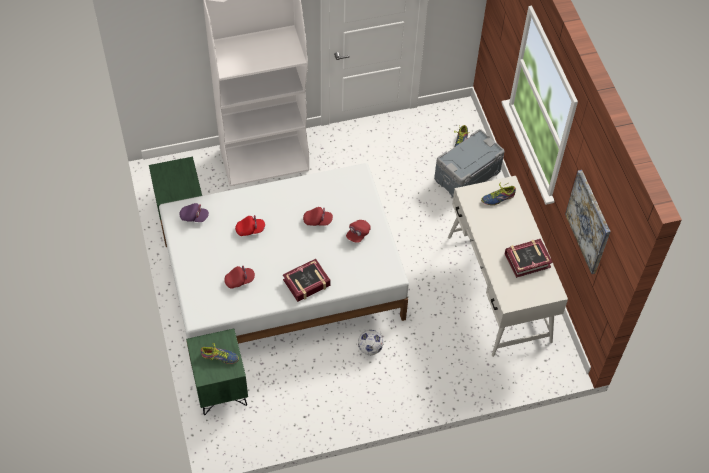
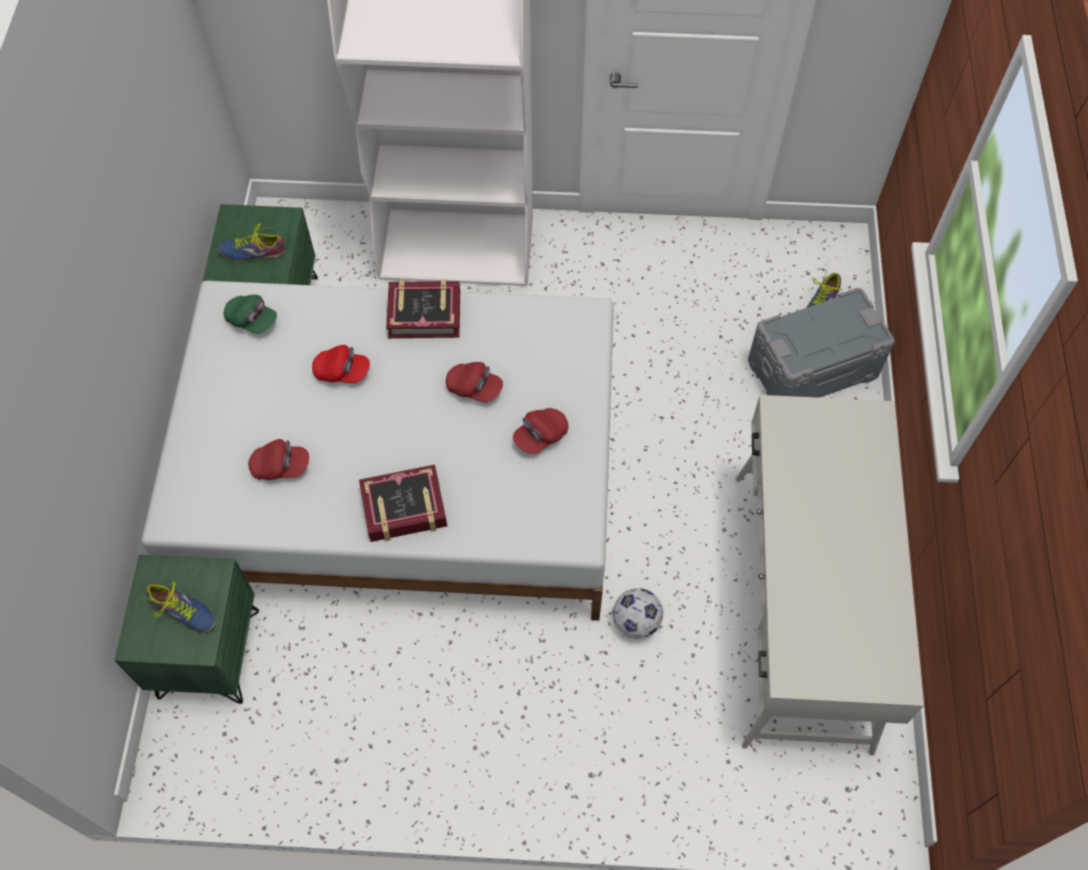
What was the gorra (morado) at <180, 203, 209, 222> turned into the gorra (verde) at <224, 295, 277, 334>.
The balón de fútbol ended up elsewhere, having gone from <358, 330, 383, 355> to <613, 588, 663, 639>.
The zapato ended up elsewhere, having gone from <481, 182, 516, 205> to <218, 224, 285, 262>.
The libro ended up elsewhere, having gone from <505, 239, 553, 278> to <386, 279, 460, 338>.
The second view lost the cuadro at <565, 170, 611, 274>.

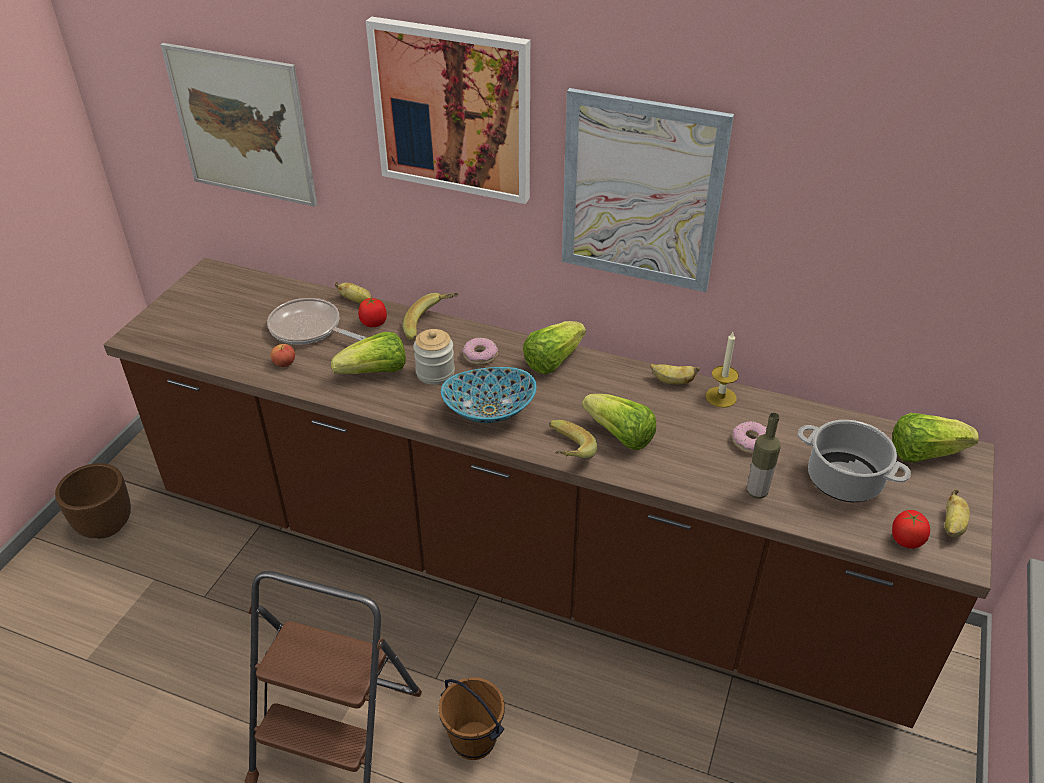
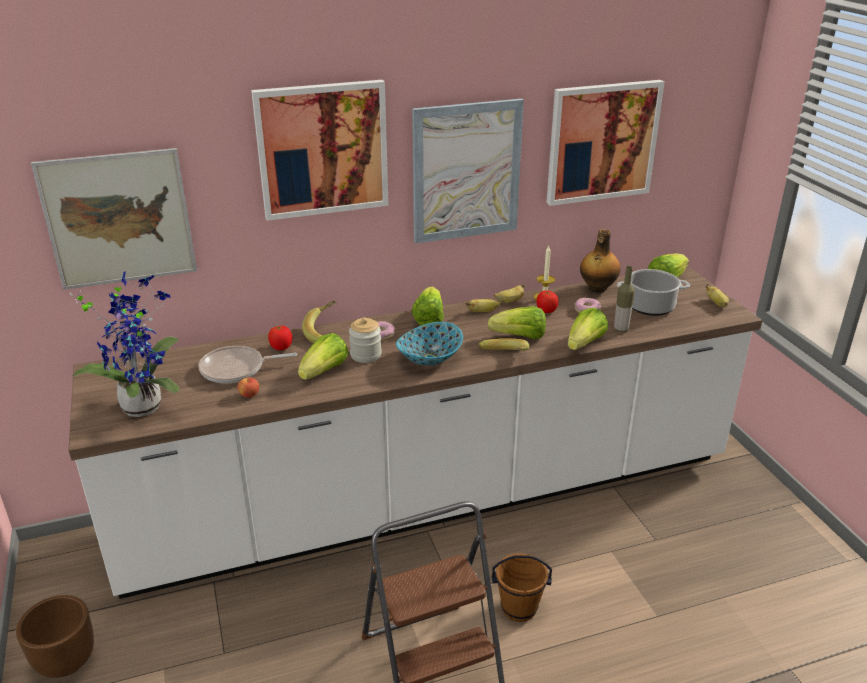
What was the mueble bajo de cocina (marrón) at <104, 258, 995, 728> turned into the mueble bajo de cocina (blanco) at <68, 266, 762, 599>.
The plátano ended up elsewhere, having gone from <335, 282, 371, 304> to <466, 299, 501, 312>.
The tomate ended up elsewhere, having gone from <892, 510, 930, 548> to <536, 290, 558, 313>.
The second view gained the planta en maceta at <70, 271, 180, 417>.
The second view gained the cuadro at <546, 80, 665, 206>.
The second view gained the lechuga at <568, 307, 608, 350>.
The second view gained the botella at <580, 229, 620, 293>.

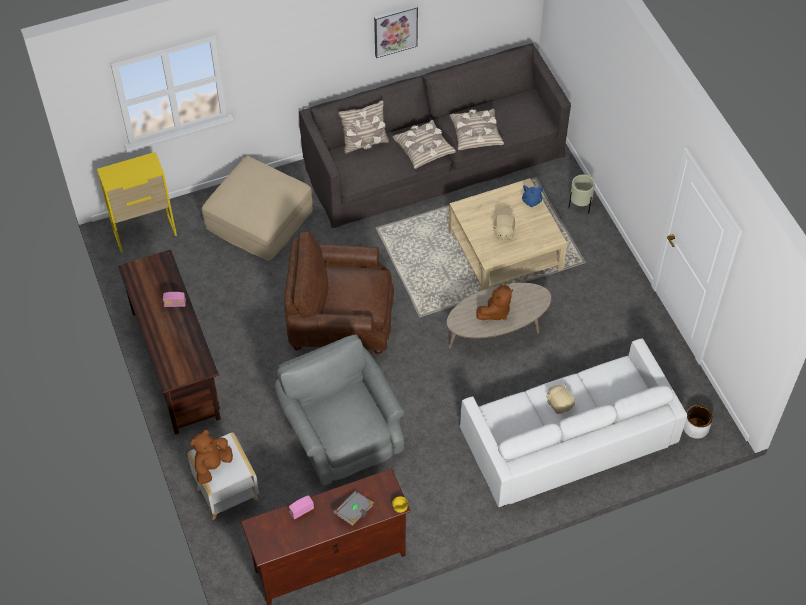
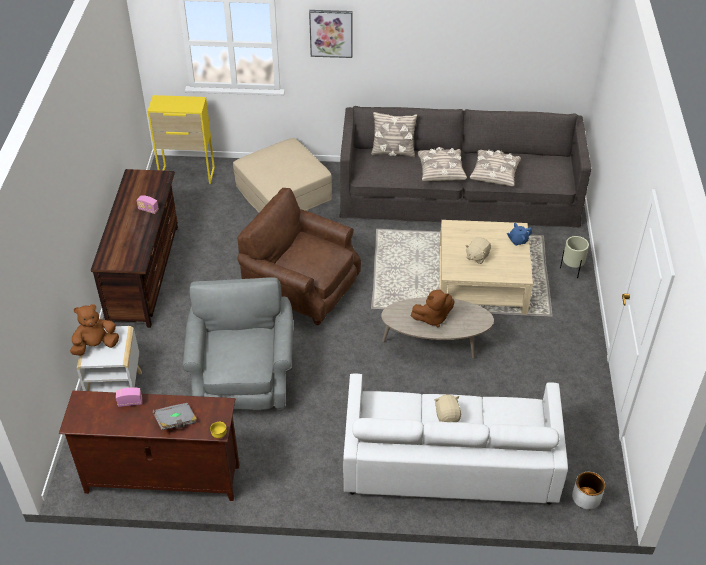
The cuadro ended up elsewhere, having gone from <374, 5, 418, 58> to <309, 10, 352, 58>.

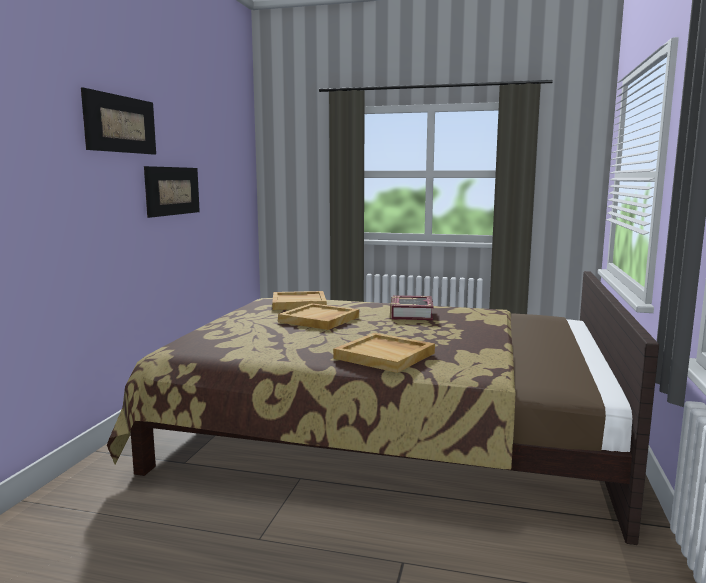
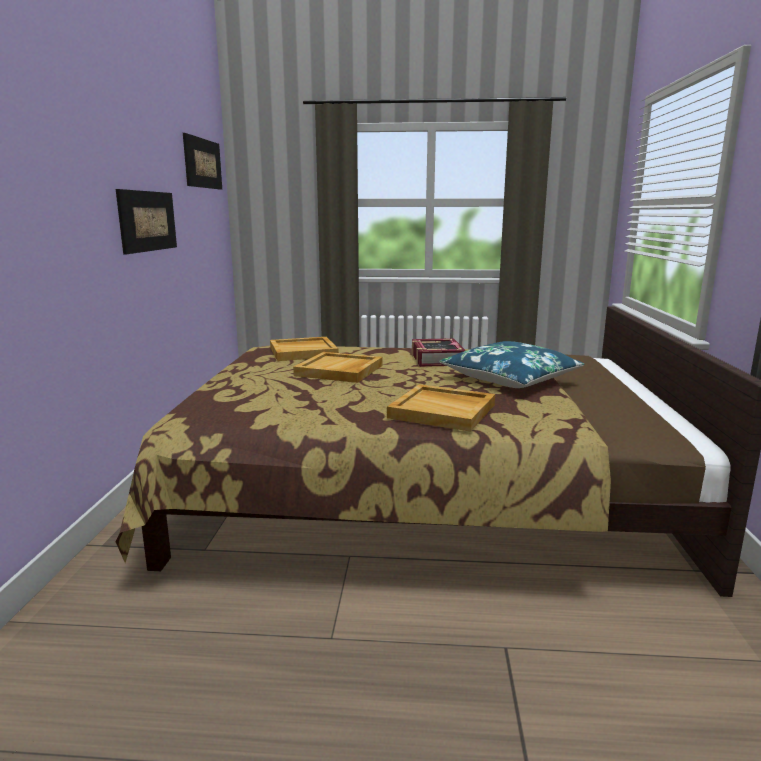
The cuadro ended up elsewhere, having gone from <81, 87, 156, 155> to <183, 133, 222, 190>.
The second view gained the cojín (azul) at <439, 341, 585, 388>.

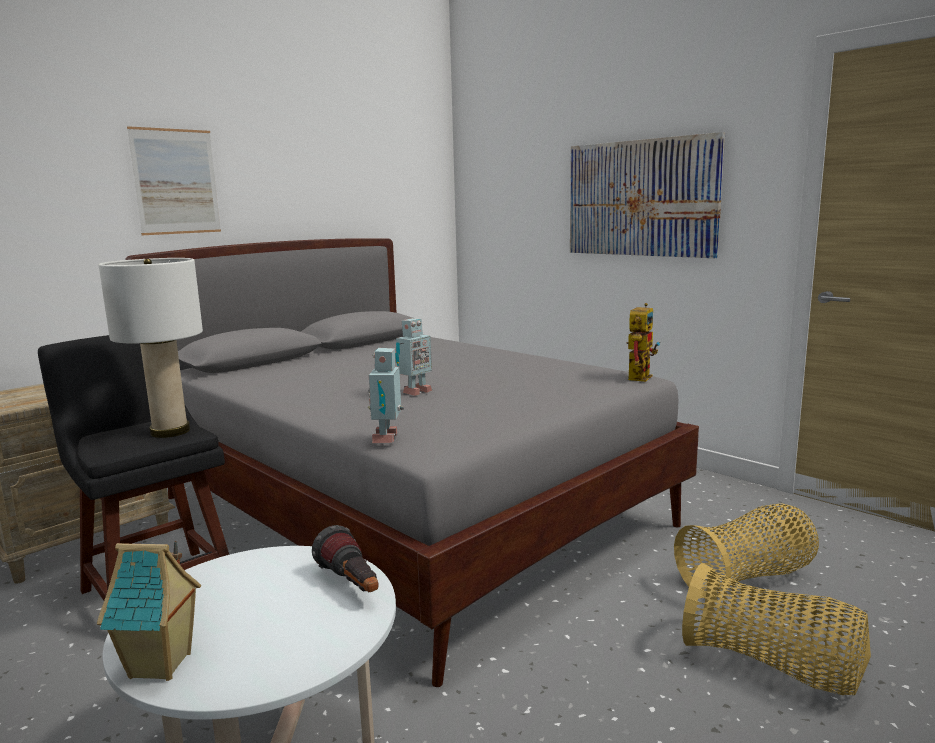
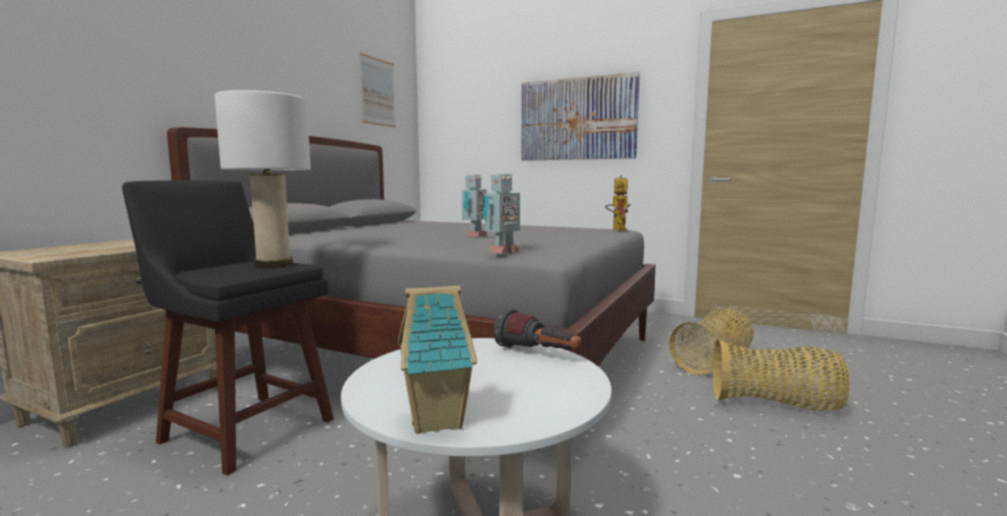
The cuadro ended up elsewhere, having gone from <127, 126, 221, 235> to <359, 53, 396, 127>.
The robot de juguete at <368, 348, 404, 443> ended up facing another way, 120 degrees counterclockwise from before.

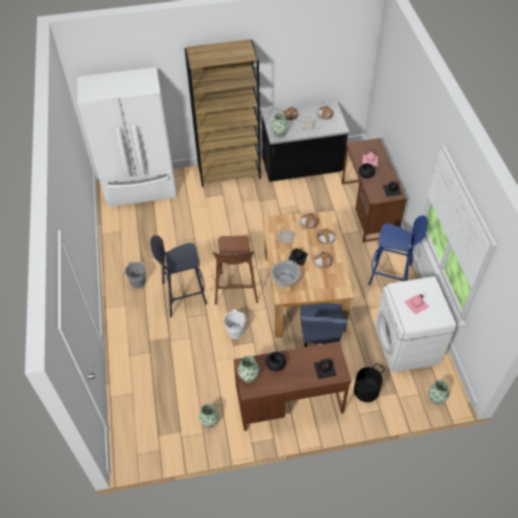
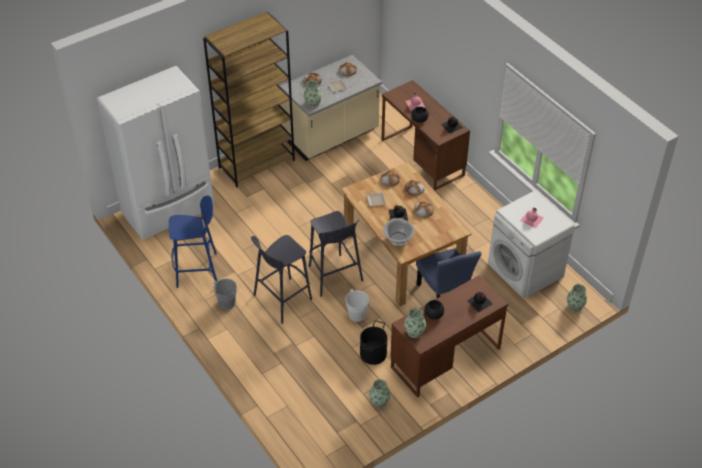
What was the taburete (marrón) at <213, 235, 258, 305> turned into the taburete (gris) at <309, 211, 363, 297>.
What was the mueble bajo de cocina (negro) at <261, 101, 349, 182> turned into the mueble bajo de cocina (beis) at <280, 55, 382, 161>.
The cubo (negro) ended up elsewhere, having gone from <354, 363, 385, 402> to <360, 320, 387, 365>.
The taburete (azul) ended up elsewhere, having gone from <369, 216, 428, 285> to <169, 196, 217, 288>.

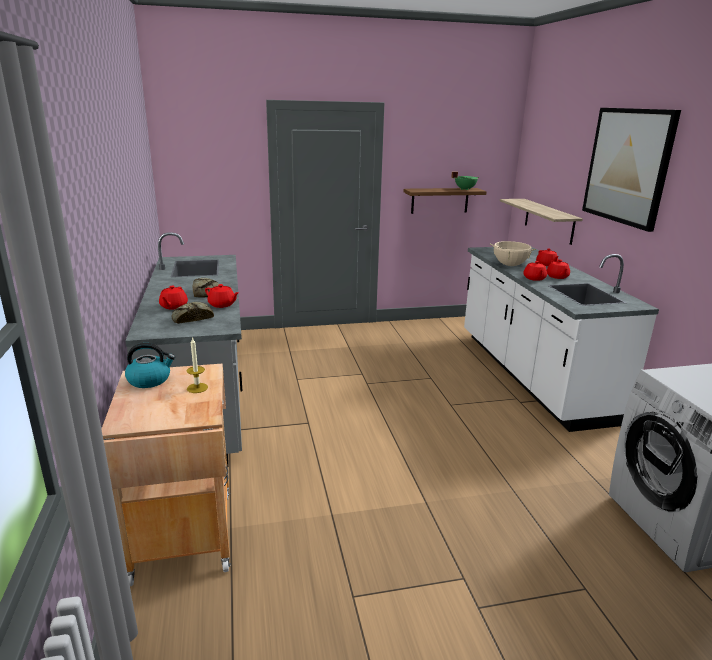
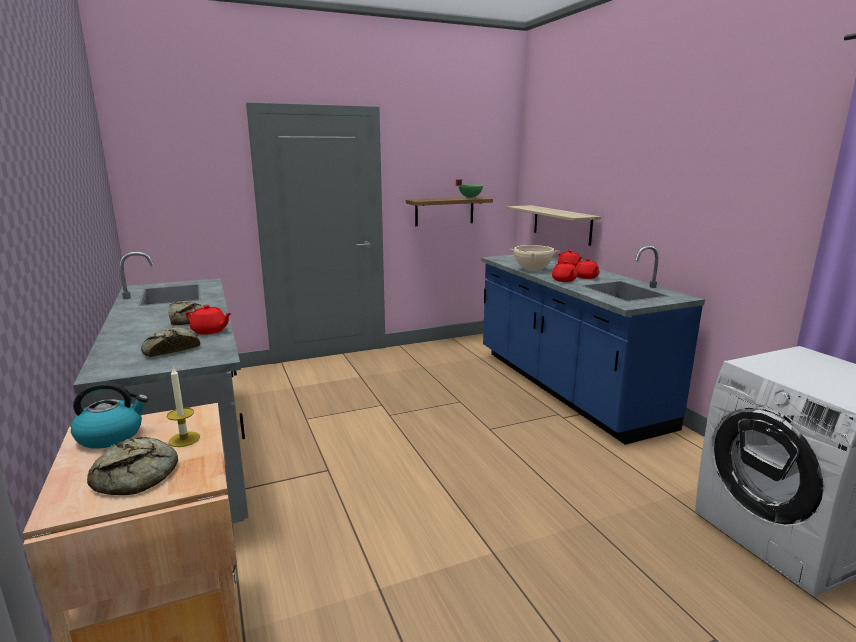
The second view lost the tetera (rojo) at <159, 286, 188, 309>.
What was the mueble bajo de cocina (blanco) at <464, 247, 659, 432> turned into the mueble bajo de cocina (azul) at <481, 246, 705, 445>.
The second view lost the cuadro at <582, 108, 681, 232>.
The second view gained the pan at <87, 437, 178, 495>.

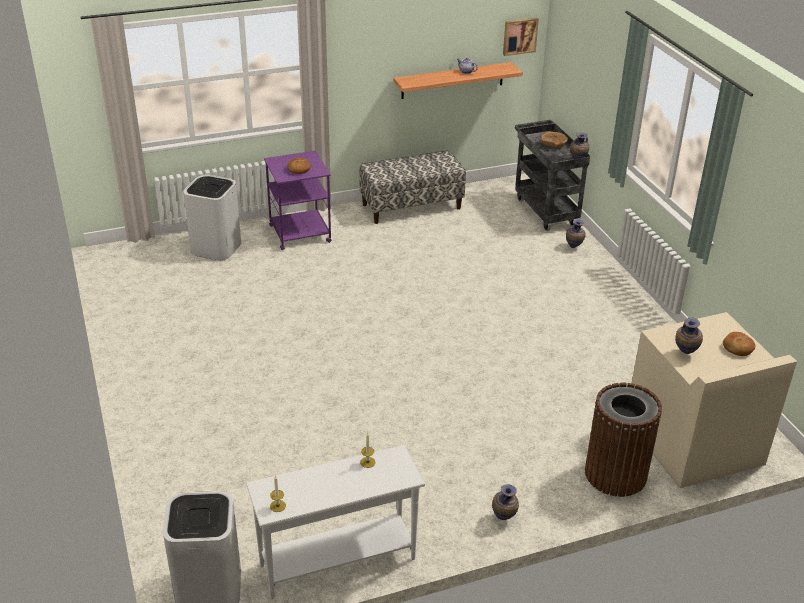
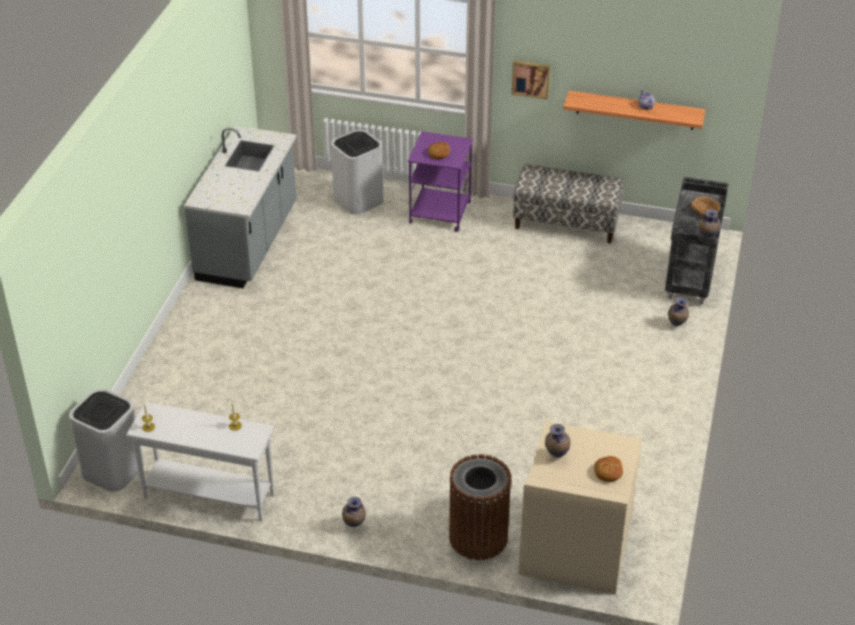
The cuadro ended up elsewhere, having gone from <503, 18, 539, 56> to <512, 60, 550, 100>.
The second view gained the mueble bajo de cocina (gris) at <184, 126, 296, 288>.

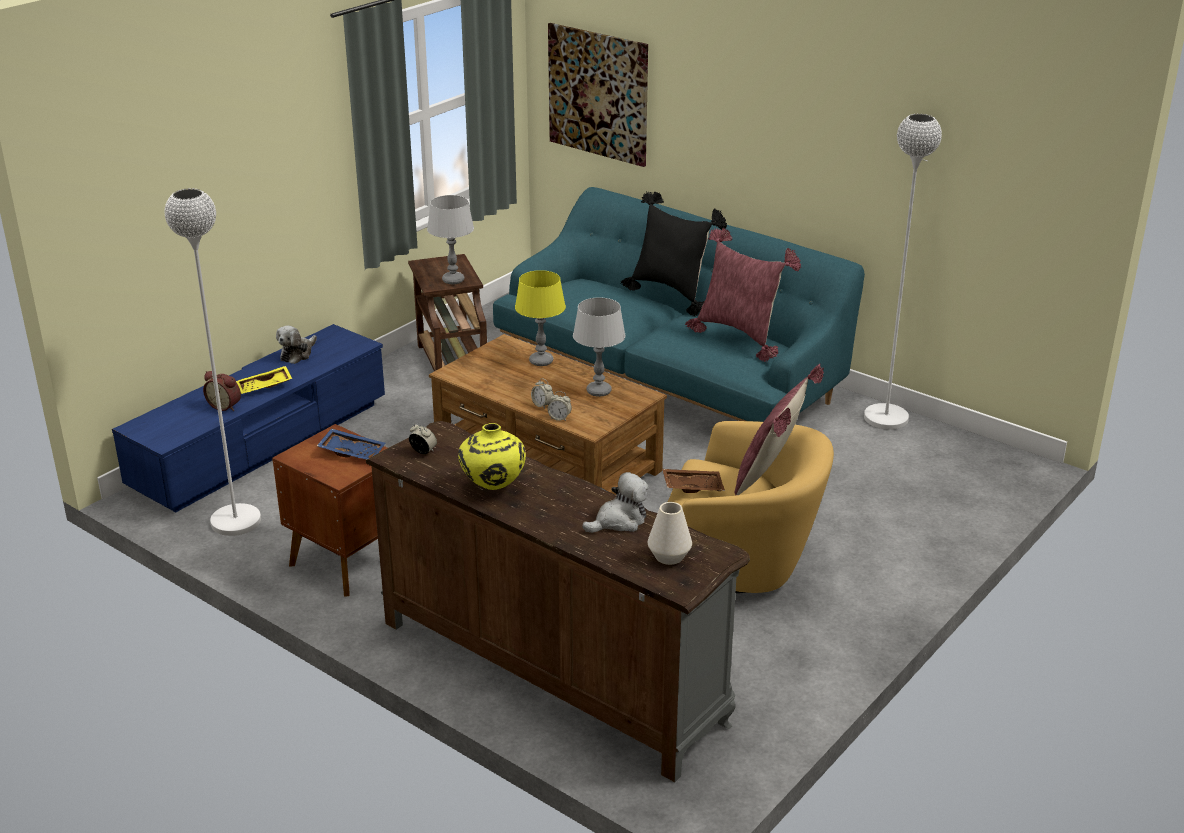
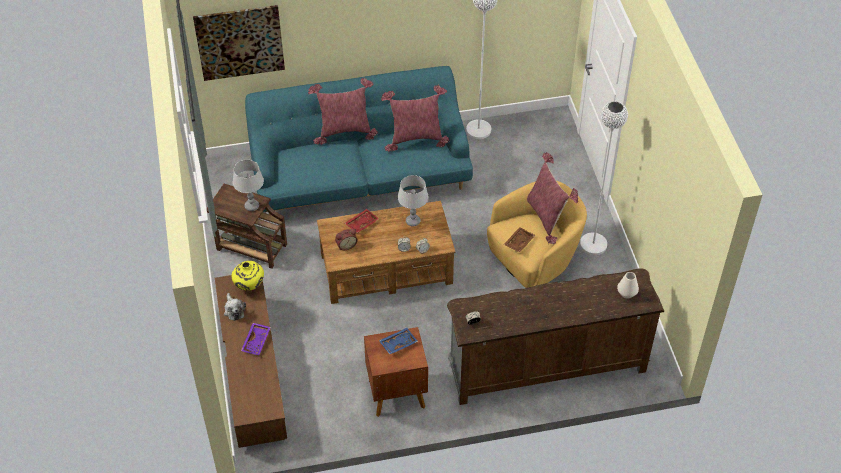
What was the mueble de televisión (azul) at <112, 324, 385, 512> turned into the mueble de televisión (marrón) at <215, 275, 287, 448>.
The lámpara de pie (blanco) ended up elsewhere, having gone from <164, 188, 261, 536> to <580, 101, 628, 255>.
The despertador ended up elsewhere, having gone from <203, 371, 241, 411> to <335, 228, 358, 250>.
What was the bandeja (amarillo) at <236, 366, 292, 394> turned into the bandeja (morado) at <241, 323, 271, 355>.
The florero (amarillo) ended up elsewhere, having gone from <458, 423, 526, 490> to <232, 261, 264, 291>.
Where the lámpara de mesa (amarillo) stood at <515, 270, 566, 366>, the bandeja (rojo) came to stand at <345, 209, 379, 233>.
The second view lost the peluche at <582, 472, 648, 533>.
What was the cojín (negro) at <621, 191, 727, 316> turned into the cojín (rojo) at <308, 77, 378, 145>.

